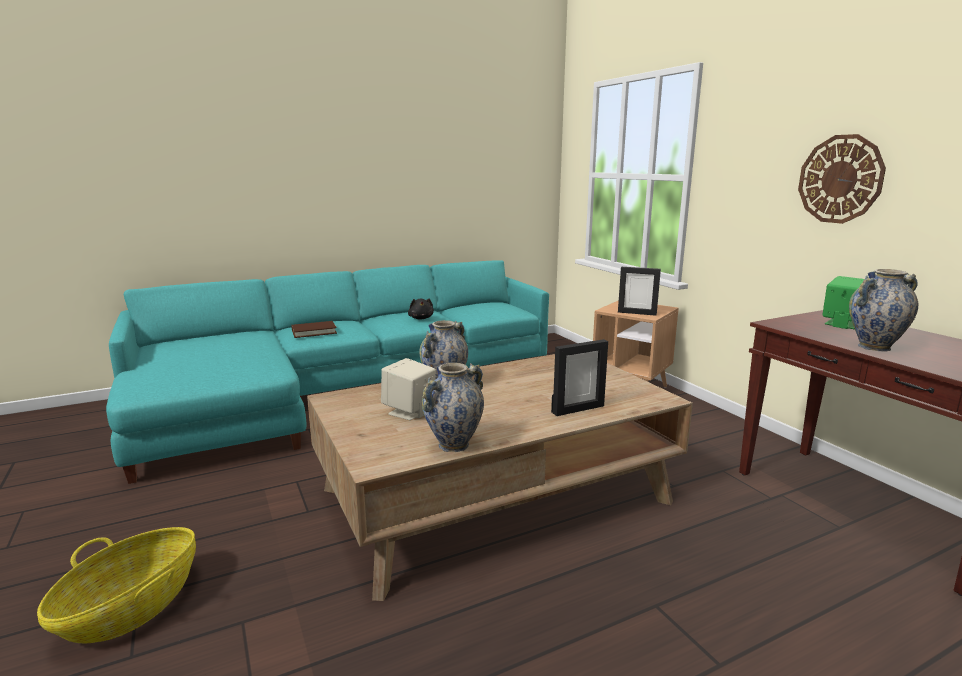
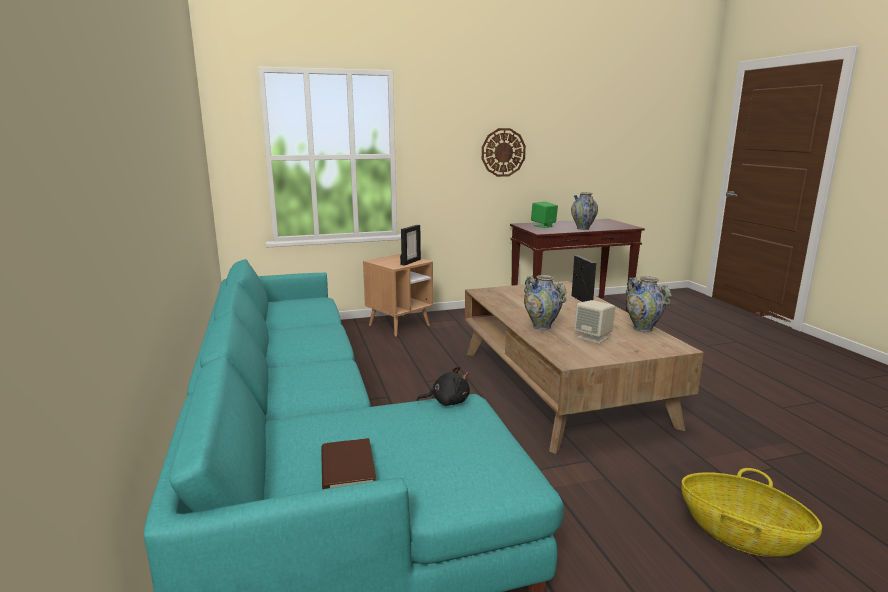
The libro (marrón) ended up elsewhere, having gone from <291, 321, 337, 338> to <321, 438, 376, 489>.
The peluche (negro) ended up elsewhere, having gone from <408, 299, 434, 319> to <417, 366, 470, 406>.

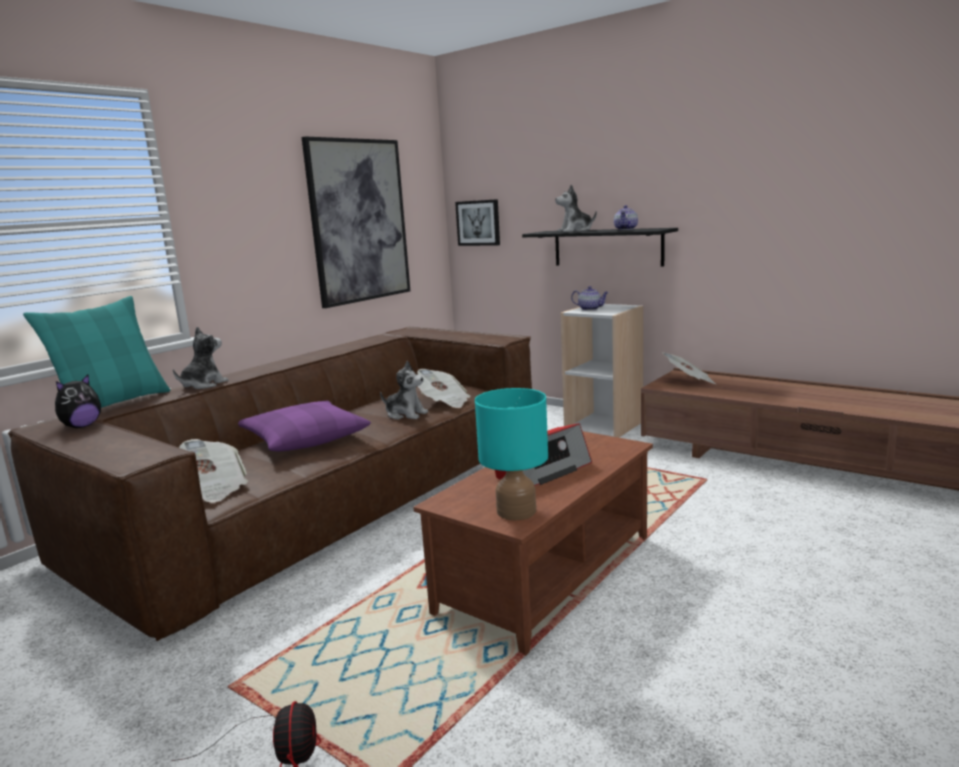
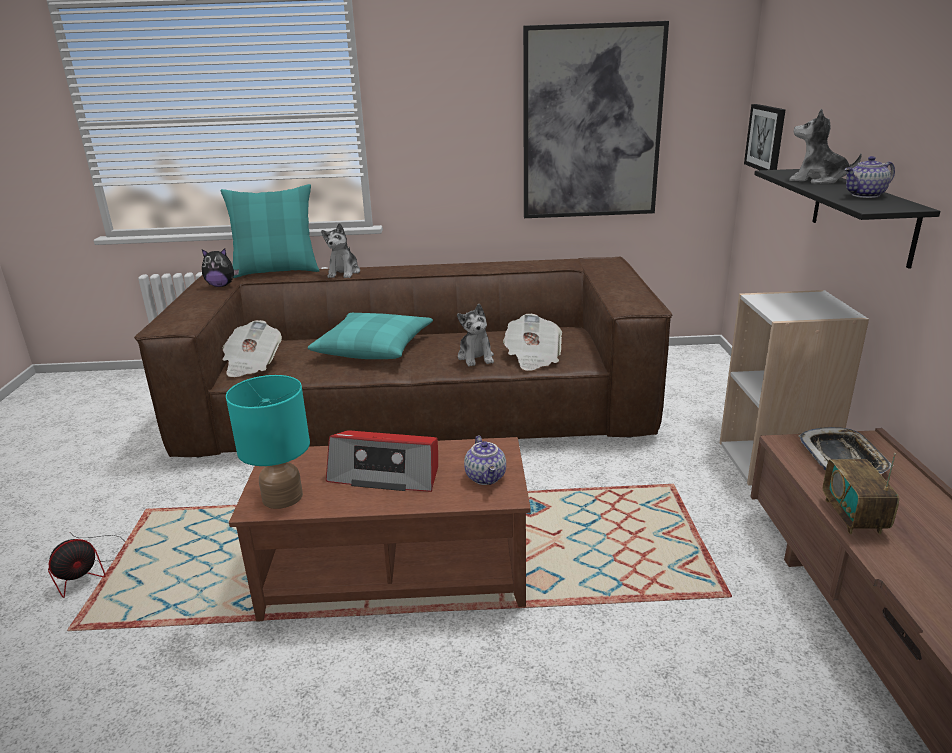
The peluche at <173, 327, 228, 389> ended up facing another way, 105 degrees clockwise from before.
What was the cojín (morado) at <238, 401, 371, 451> turned into the cojín (turquesa) at <308, 313, 433, 359>.
The tetera ended up elsewhere, having gone from <571, 286, 609, 310> to <464, 435, 506, 485>.
Where the periódico stood at <662, 352, 716, 384>, the bandeja came to stand at <799, 427, 894, 474>.
The second view gained the radio at <823, 453, 899, 534>.

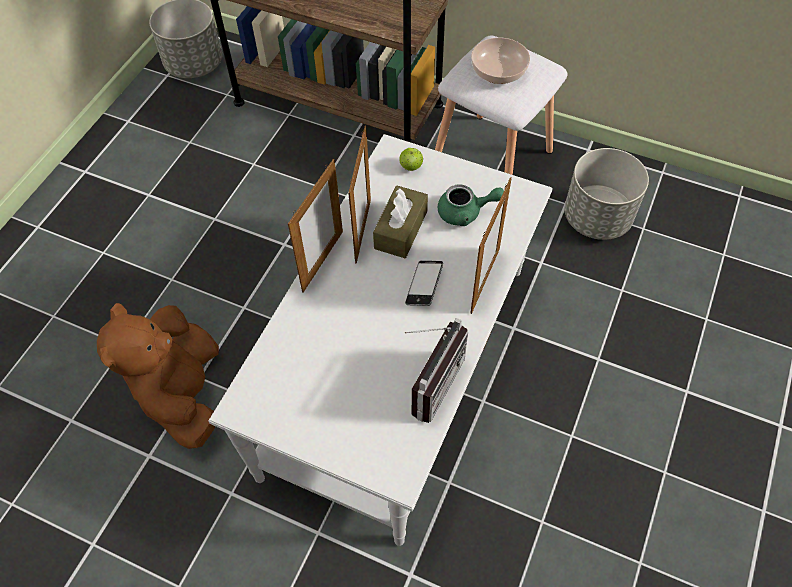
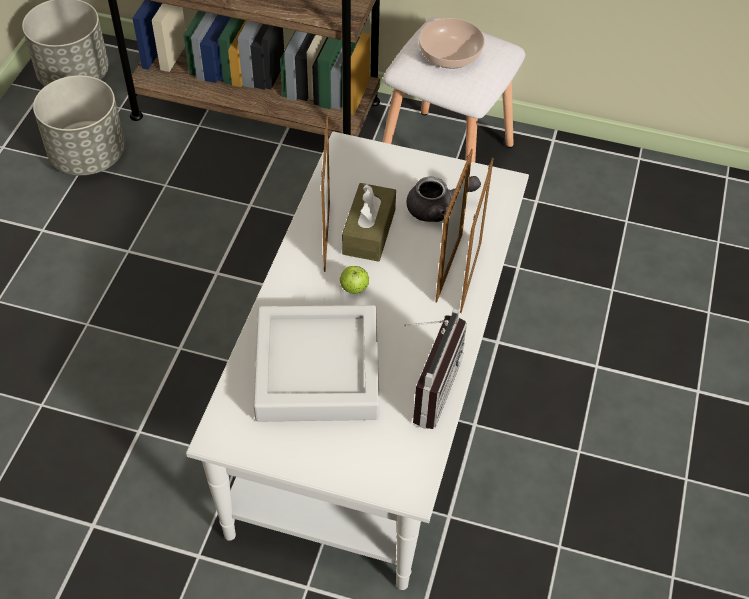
The second view lost the peluche (marrón) at <97, 303, 219, 449>.
The portarretratos ended up elsewhere, having gone from <288, 159, 343, 293> to <436, 149, 473, 303>.
The manzana ended up elsewhere, having gone from <399, 148, 423, 171> to <340, 266, 369, 294>.
The second view lost the móvil at <405, 261, 443, 306>.
What was the tetera (verde) at <438, 184, 504, 226> turned into the tetera (gris) at <406, 176, 481, 222>.
The maceta (gris) ended up elsewhere, having gone from <564, 148, 649, 240> to <33, 75, 125, 175>.
The second view gained the bandeja (gris) at <253, 305, 380, 422>.

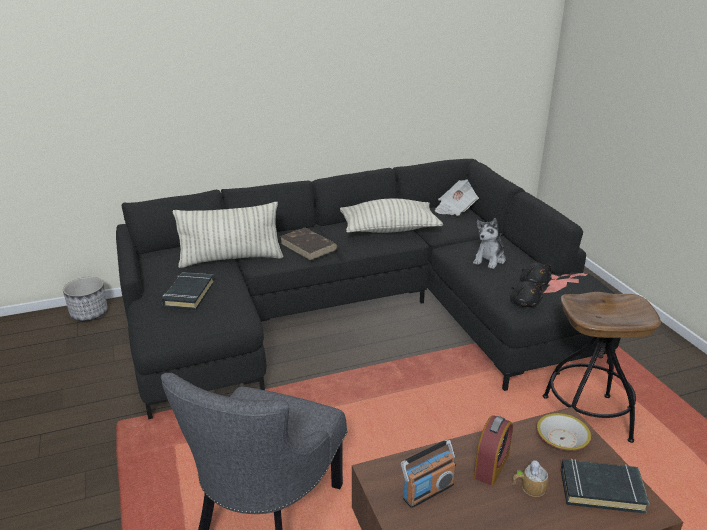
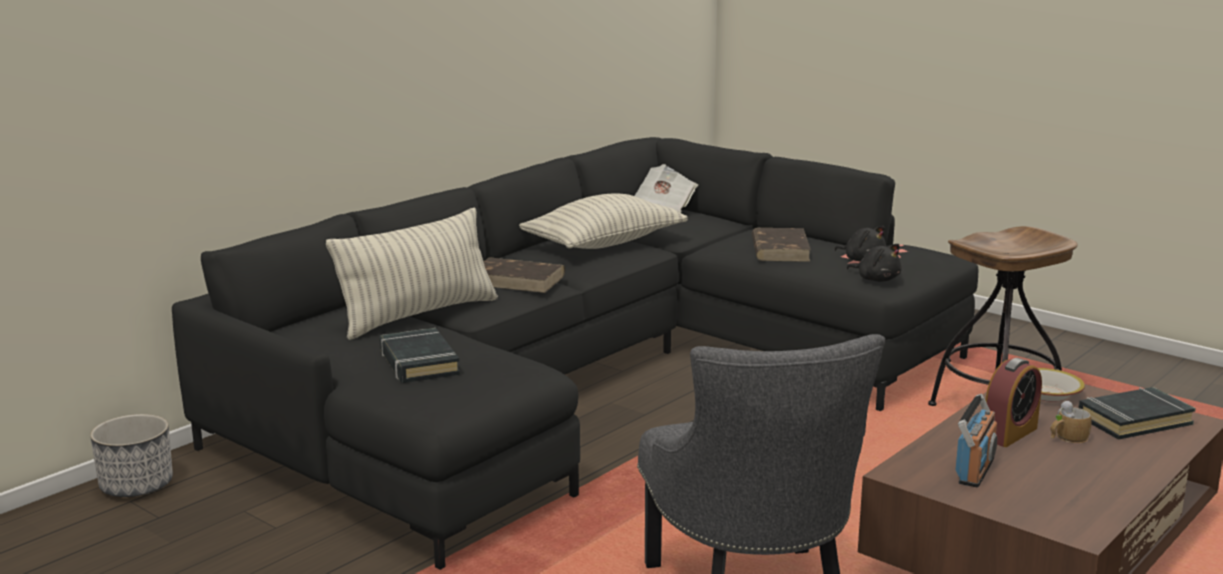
Where the peluche stood at <473, 218, 506, 269>, the libro (marrón) came to stand at <752, 228, 811, 262>.
The despertador at <474, 416, 513, 486> ended up facing another way, 45 degrees clockwise from before.

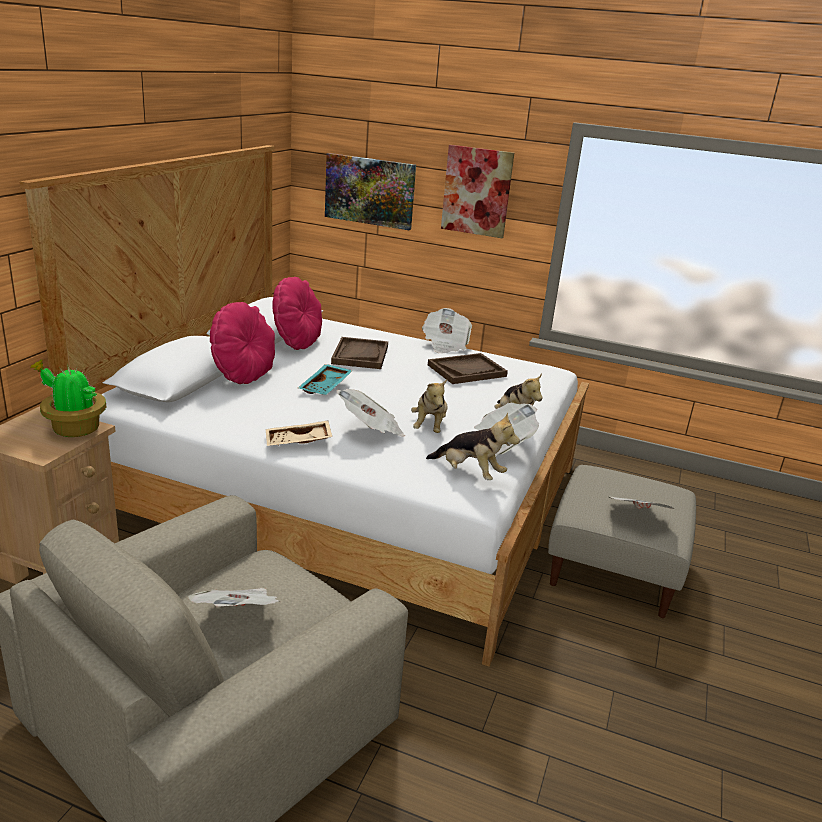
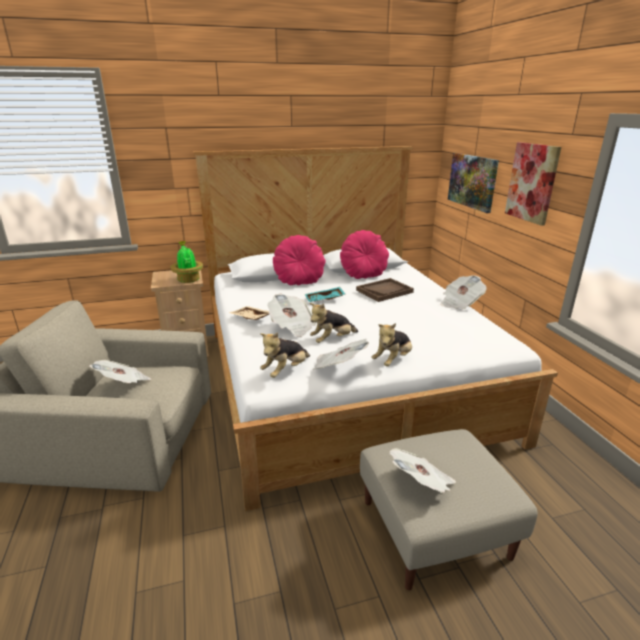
The peluche at <426, 412, 520, 480> ended up facing another way, 45 degrees clockwise from before.
The second view lost the bandeja (marrón) at <428, 353, 508, 384>.

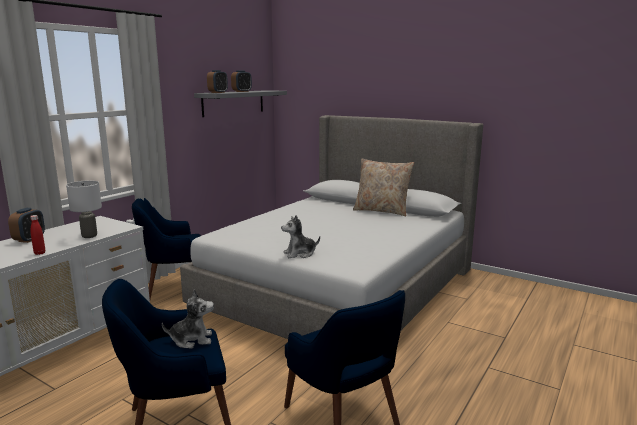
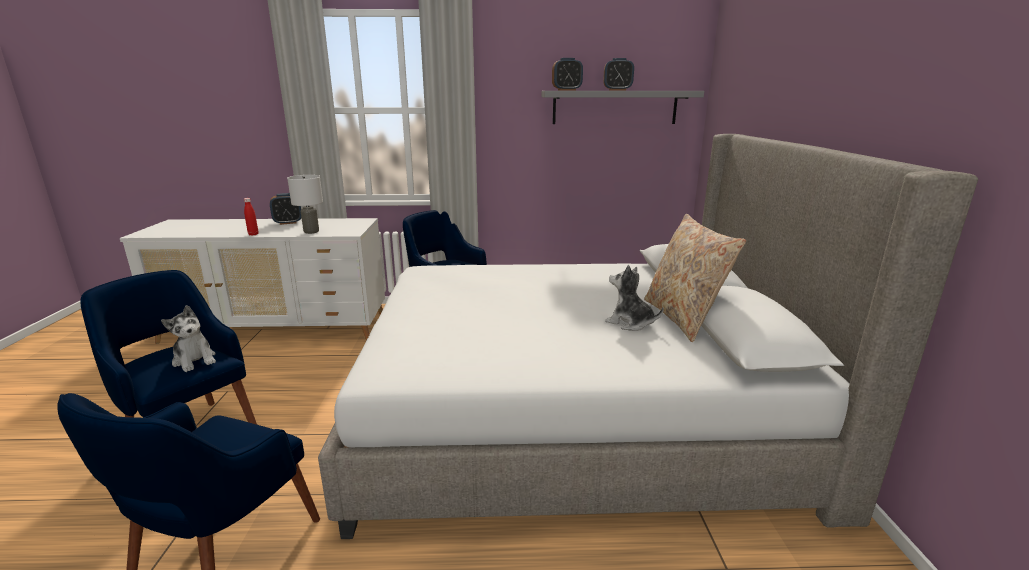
The peluche ended up elsewhere, having gone from <281, 215, 320, 258> to <605, 265, 664, 331>.

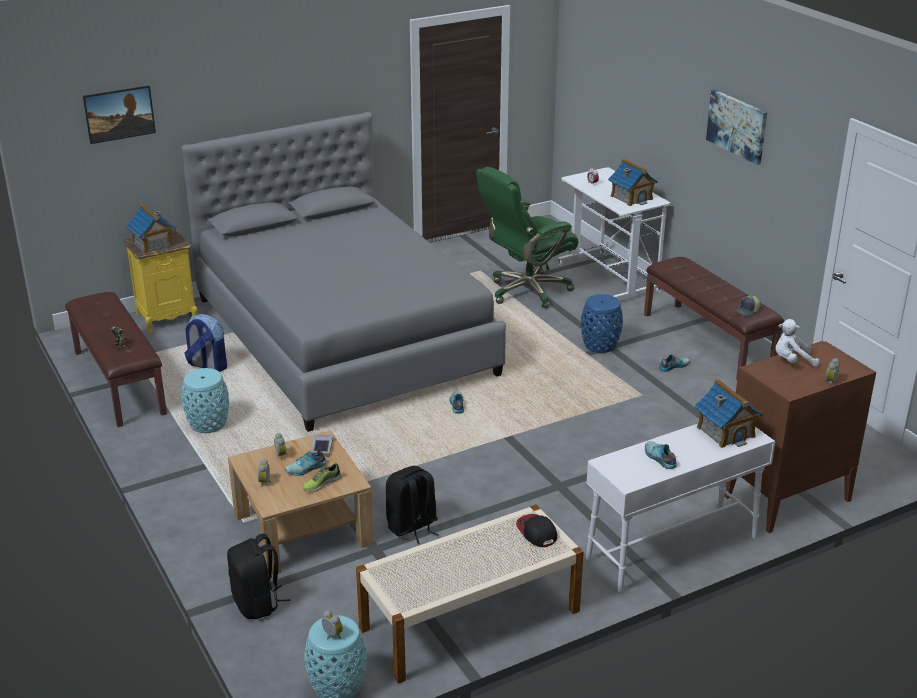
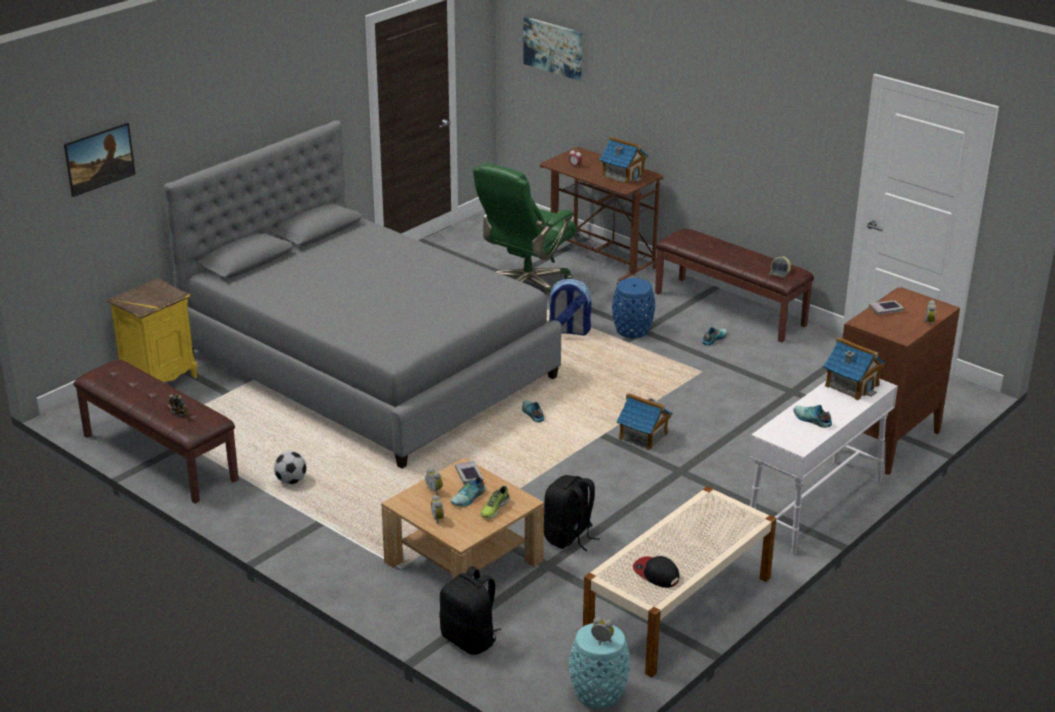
The casita ended up elsewhere, having gone from <126, 204, 176, 254> to <616, 393, 673, 450>.
Where the taburete (turquesa) stood at <182, 368, 229, 433>, the balón de fútbol came to stand at <274, 451, 307, 484>.
The mochila ended up elsewhere, having gone from <184, 314, 227, 372> to <548, 279, 591, 336>.
The gorra ended up elsewhere, having gone from <516, 514, 557, 547> to <633, 556, 680, 588>.
What was the escritorio (blanco) at <558, 167, 670, 299> turned into the escritorio (marrón) at <540, 147, 663, 284>.
The cuadro ended up elsewhere, having gone from <706, 90, 767, 165> to <523, 17, 582, 80>.
Where the peluche (blanco) stood at <776, 319, 819, 367>, the libro came to stand at <869, 300, 904, 315>.

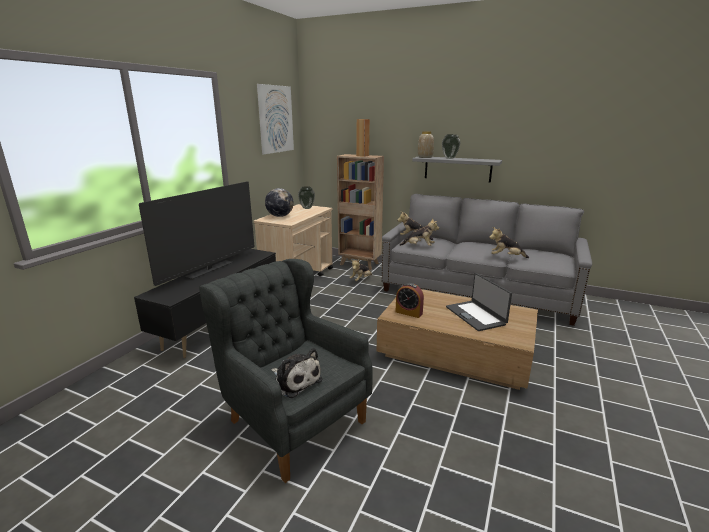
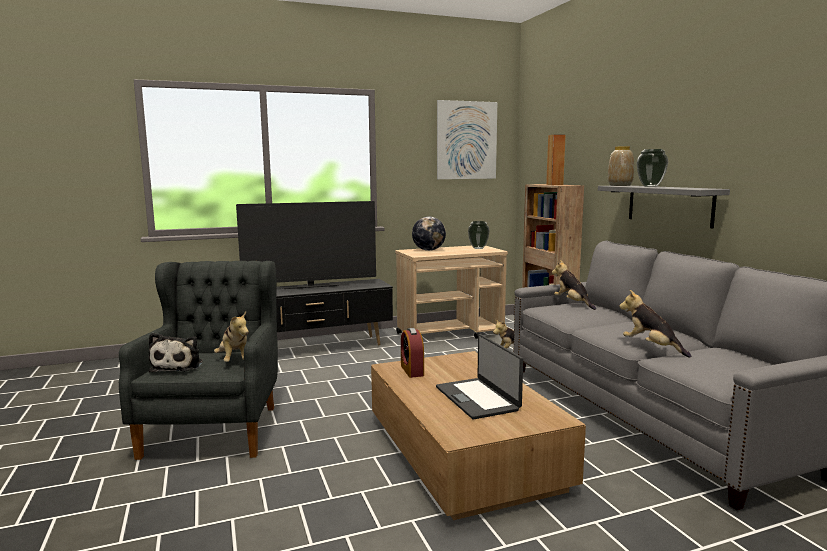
The peluche ended up elsewhere, having gone from <399, 218, 439, 246> to <214, 312, 249, 362>.
The portátil at <446, 273, 512, 331> ended up facing another way, 45 degrees counterclockwise from before.

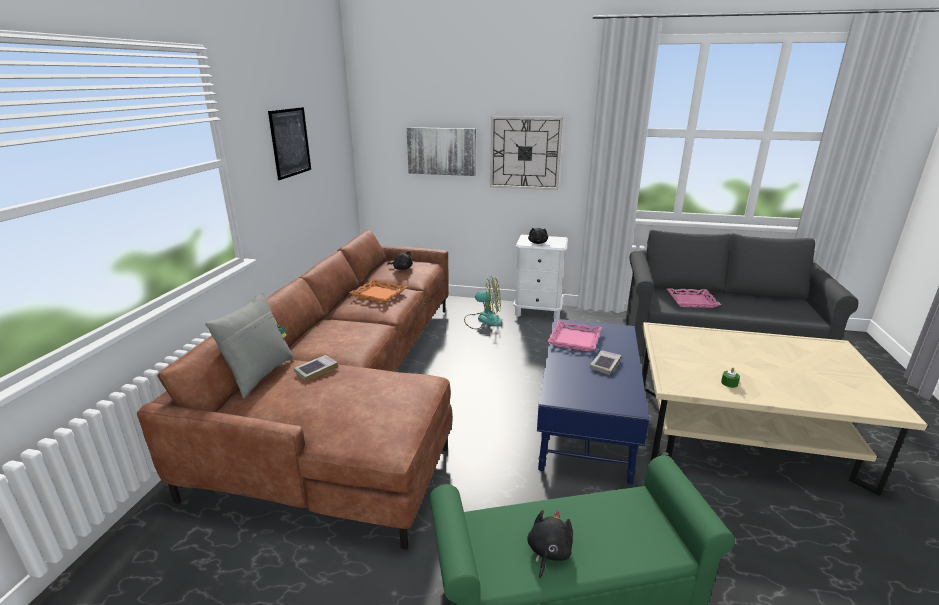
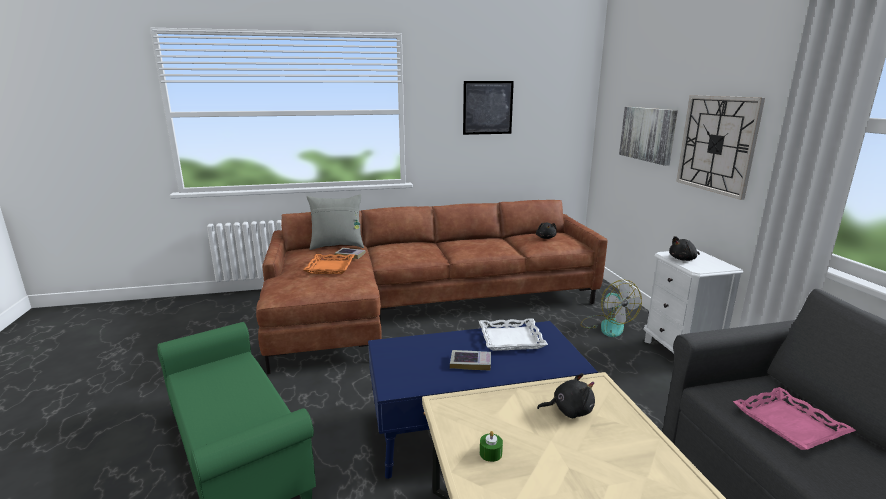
The bandeja (naranja) ended up elsewhere, having gone from <349, 279, 408, 303> to <303, 254, 355, 274>.
The peluche (negro) ended up elsewhere, having gone from <527, 510, 573, 579> to <537, 373, 595, 418>.
What was the bandeja (rosa) at <548, 320, 602, 352> turned into the bandeja (blanco) at <479, 318, 548, 351>.

